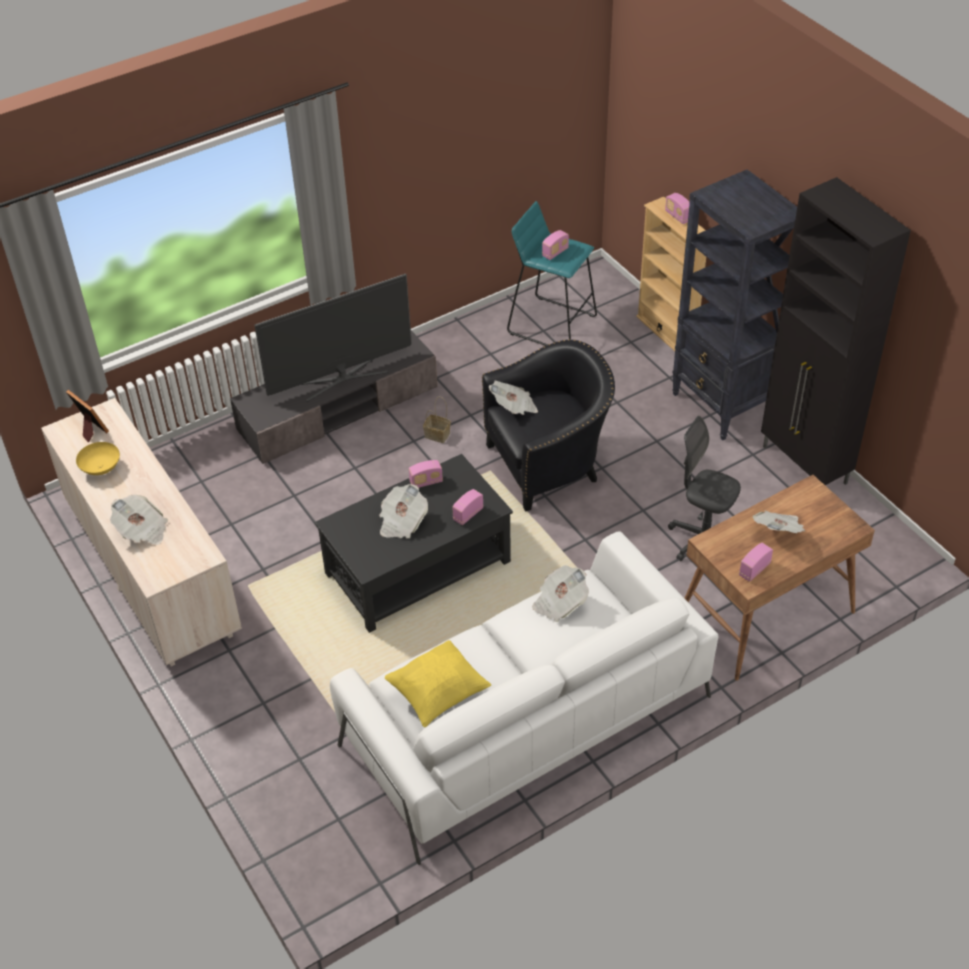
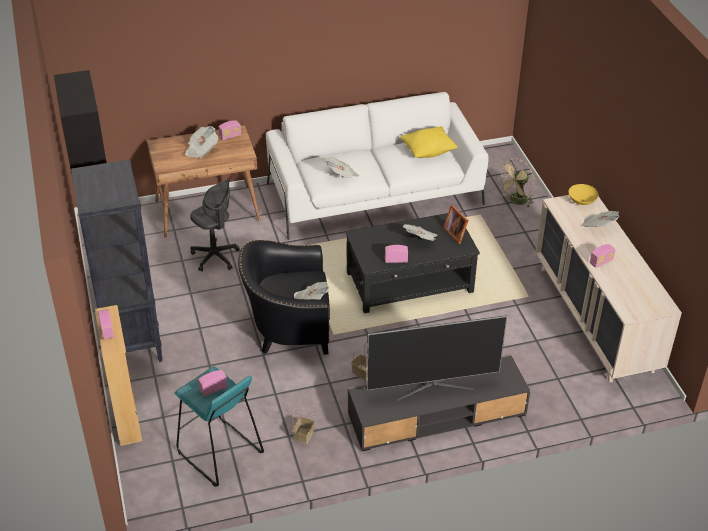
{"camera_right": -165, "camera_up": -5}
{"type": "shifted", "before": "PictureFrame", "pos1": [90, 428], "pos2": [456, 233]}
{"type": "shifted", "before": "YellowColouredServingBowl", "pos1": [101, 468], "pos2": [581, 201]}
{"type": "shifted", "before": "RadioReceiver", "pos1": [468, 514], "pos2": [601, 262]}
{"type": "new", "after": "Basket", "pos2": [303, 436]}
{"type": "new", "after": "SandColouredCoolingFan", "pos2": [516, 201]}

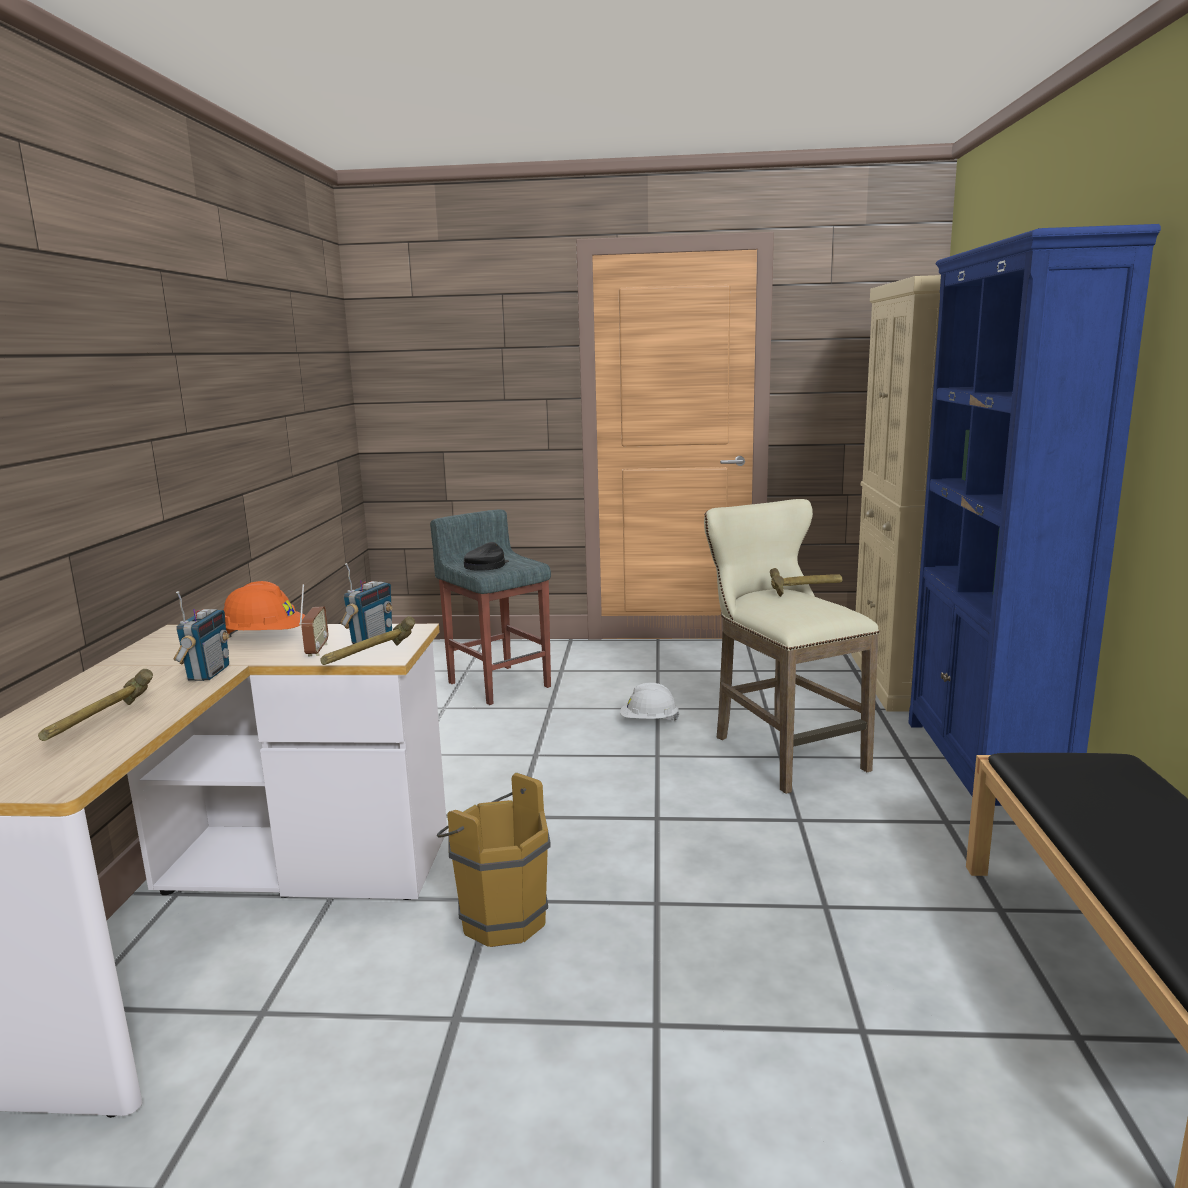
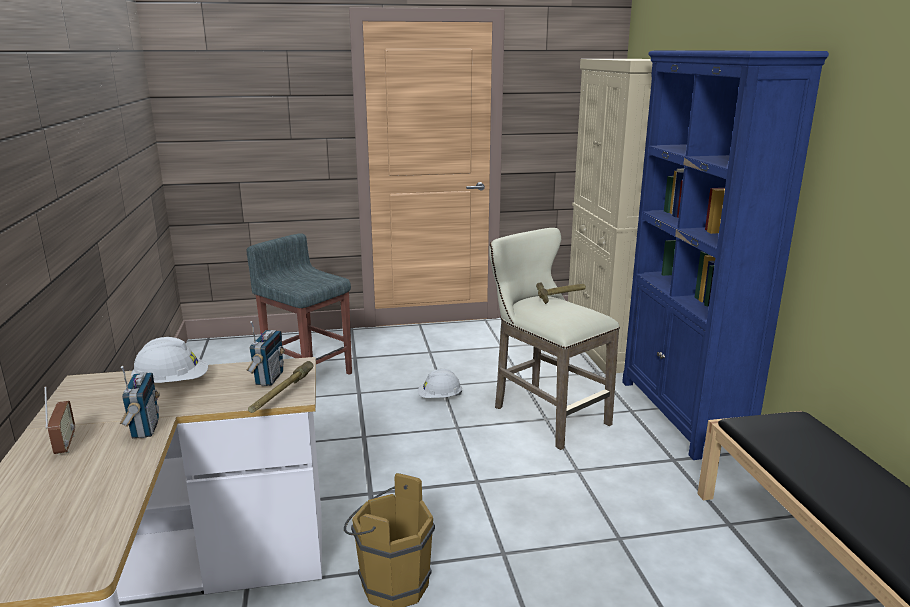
{"camera_right": -15, "camera_up": 5}
{"type": "gone", "before": "Hammer", "pos1": [99, 726]}
{"type": "repainted", "before": "OrangeColouredHardHat", "after": "WhiteColouredHardHat", "pos1": [265, 638], "pos2": [172, 384]}
{"type": "shifted", "before": "RadioReceiver", "pos1": [316, 650], "pos2": [65, 445]}
{"type": "gone", "before": "BlackishBaseballCap", "pos1": [486, 565]}

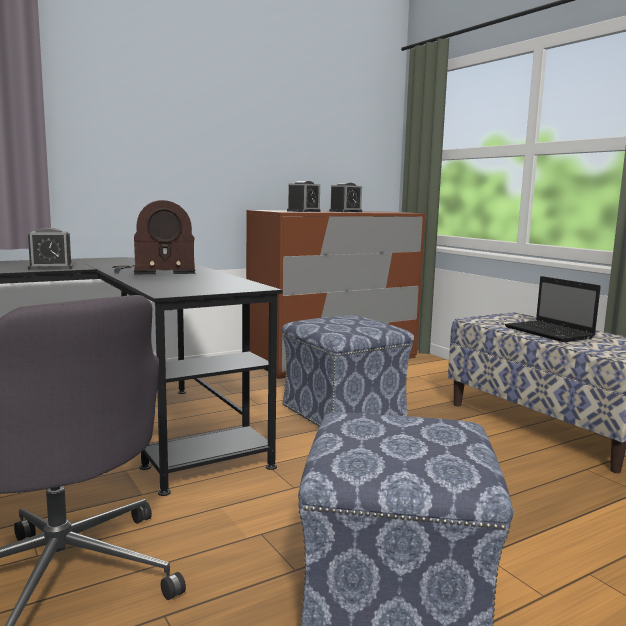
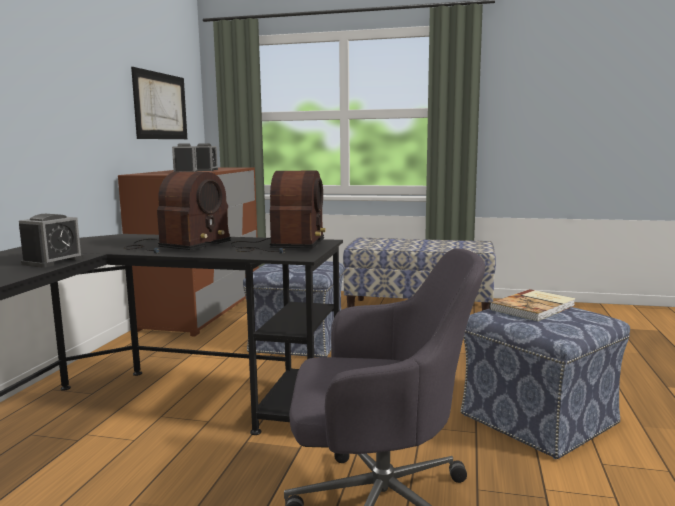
{"camera_right": -45, "camera_up": 0}
{"type": "gone", "before": "NotebookComputer", "pos1": [550, 333]}
{"type": "new", "after": "Picture", "pos2": [161, 106]}
{"type": "new", "after": "RadioReceiver", "pos2": [280, 246]}
{"type": "new", "after": "BoundBook", "pos2": [534, 307]}

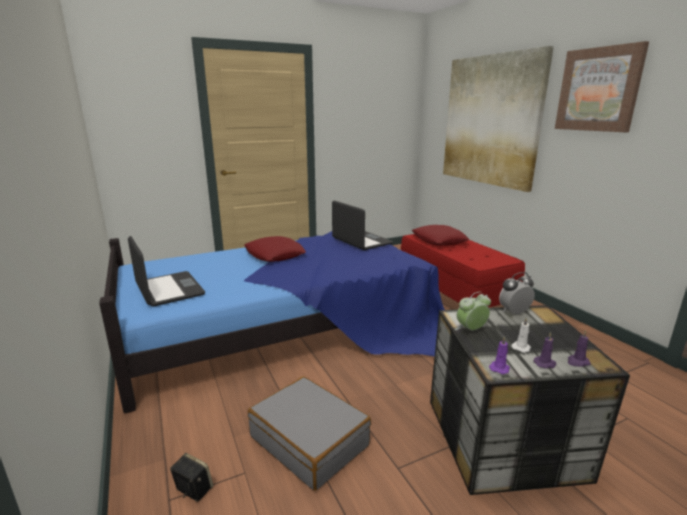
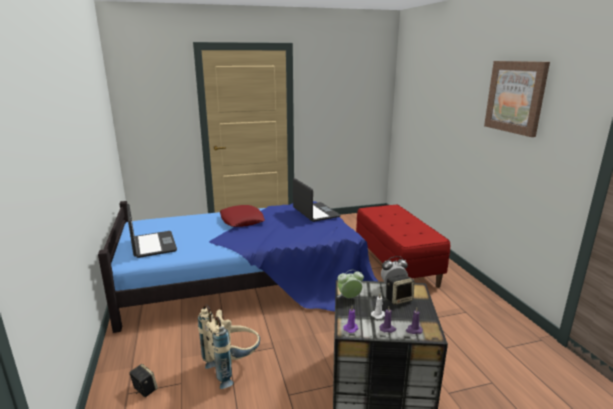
{"camera_right": 10, "camera_up": 0}
{"type": "swapped", "before": "GreySuitcase", "after": "SandColouredBackpack", "pos1": [310, 441], "pos2": [233, 367]}
{"type": "gone", "before": "RedColouredPillow", "pos1": [439, 240]}
{"type": "gone", "before": "Picture", "pos1": [491, 121]}
{"type": "new", "after": "Speaker", "pos2": [399, 299]}

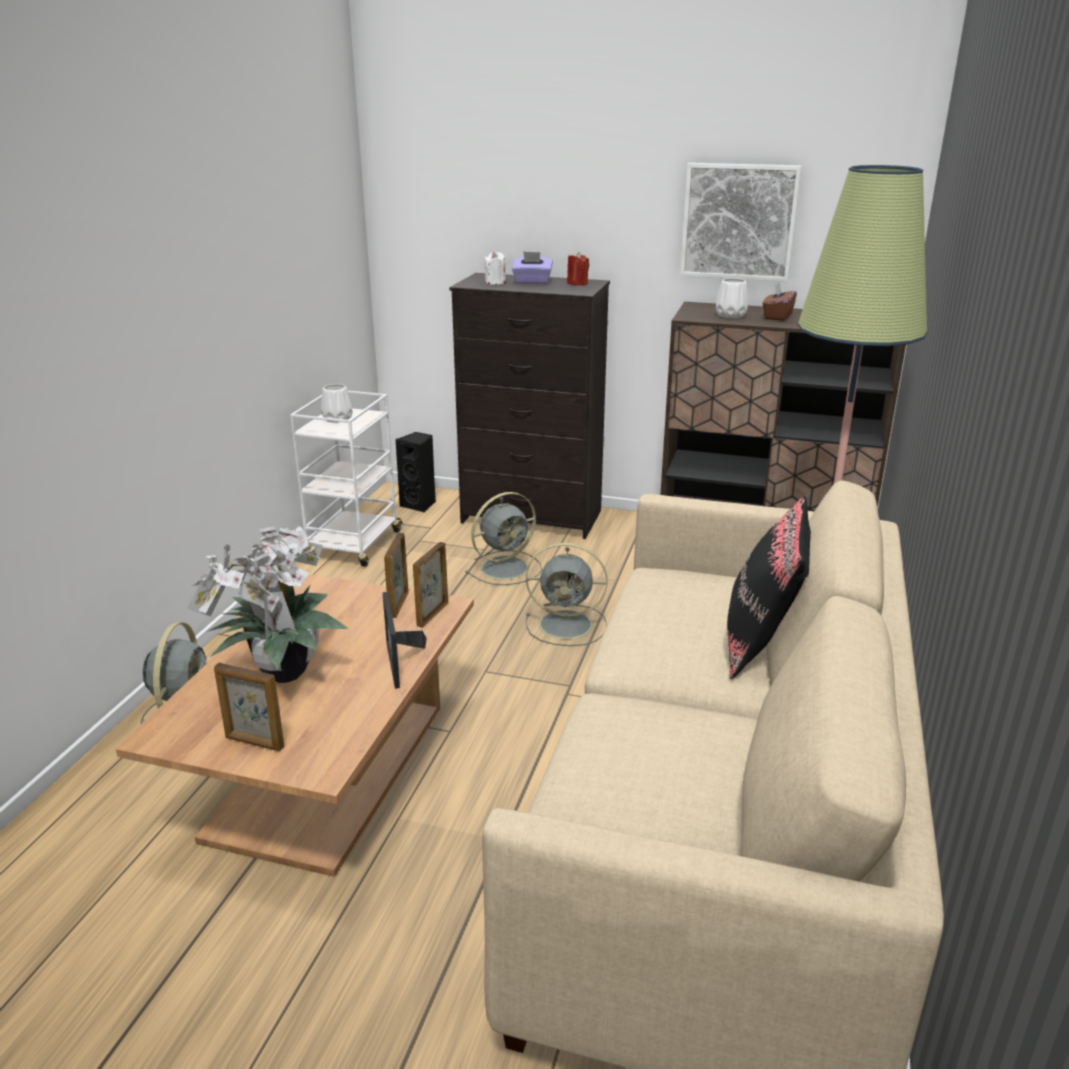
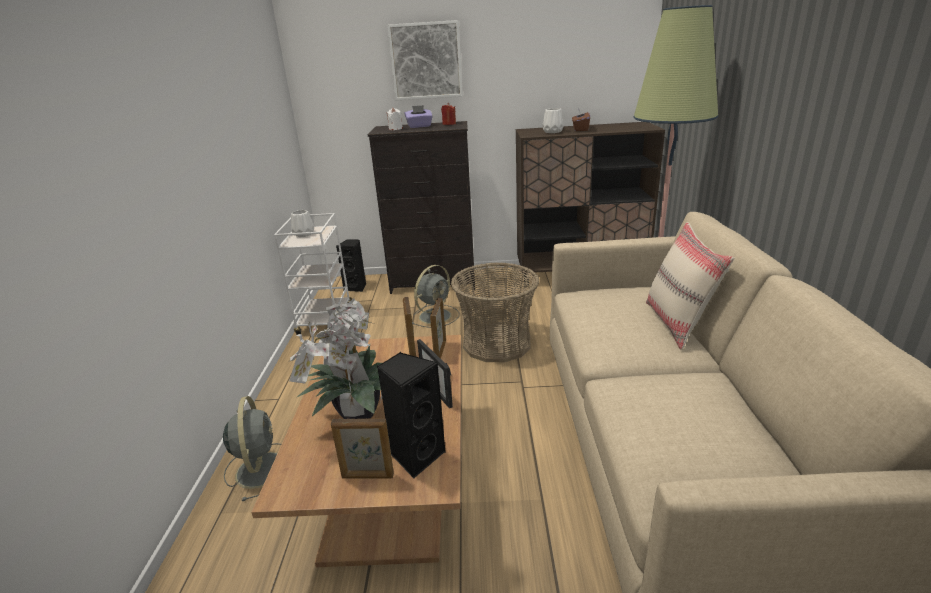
{"camera_right": -15, "camera_up": 0}
{"type": "swapped", "before": "GreyCoolingFan", "after": "Basket", "pos1": [568, 625], "pos2": [497, 343]}
{"type": "shifted", "before": "Picture", "pos1": [738, 222], "pos2": [426, 61]}
{"type": "repainted", "before": "BlackishPillow", "after": "SandColouredPillow", "pos1": [760, 643], "pos2": [678, 323]}
{"type": "new", "after": "BlackishSpeaker", "pos2": [416, 456]}

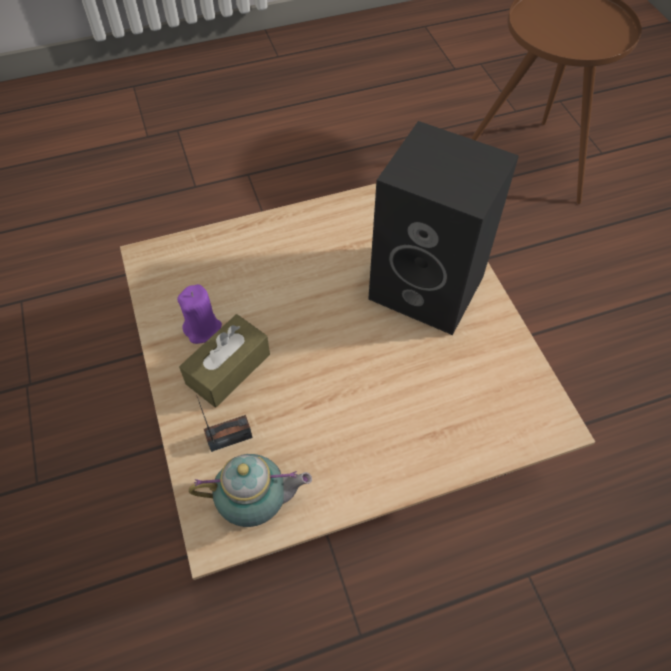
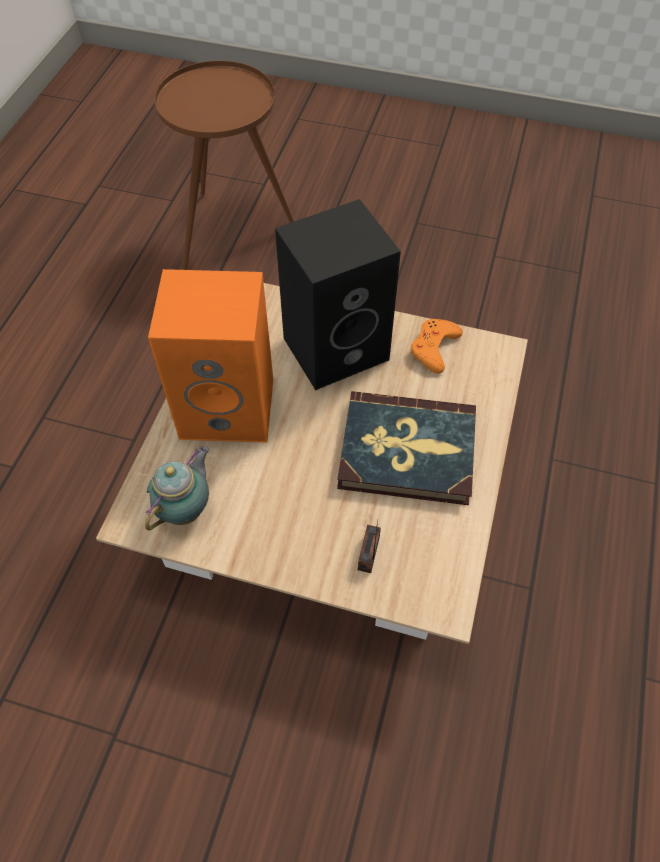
{"camera_right": -55, "camera_up": 0}
{"type": "gone", "before": "PurpleCandle", "pos1": [203, 328]}
{"type": "gone", "before": "BrownTissueHolder", "pos1": [228, 369]}
{"type": "shifted", "before": "Teapot", "pos1": [257, 505], "pos2": [186, 509]}
{"type": "new", "after": "OrangeColouredSpeaker", "pos2": [230, 407]}
{"type": "new", "after": "BoundBook", "pos2": [407, 451]}
{"type": "new", "after": "OrangeColouredGamepad", "pos2": [434, 348]}

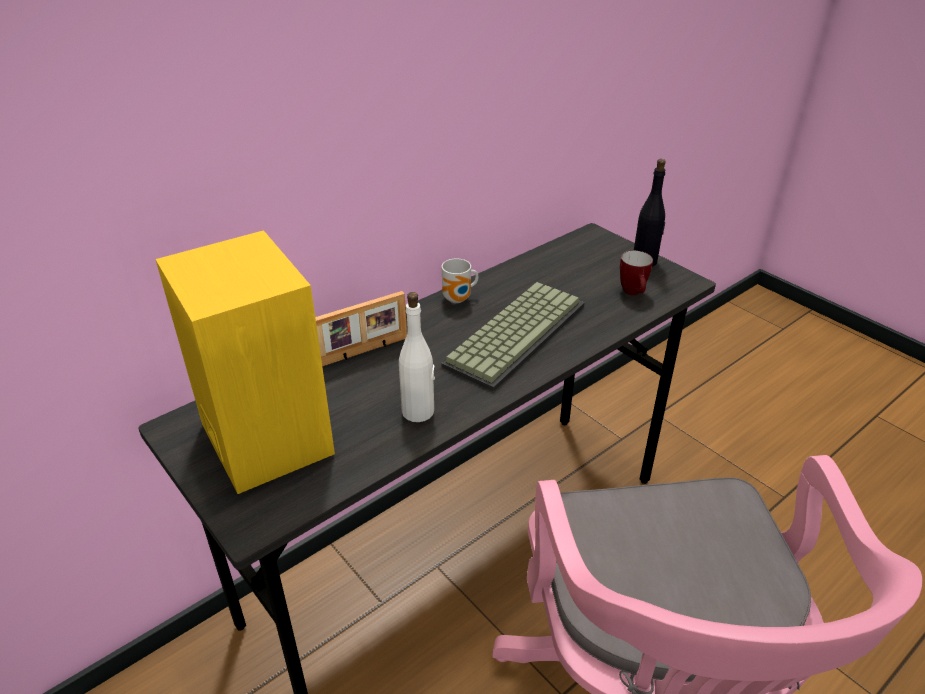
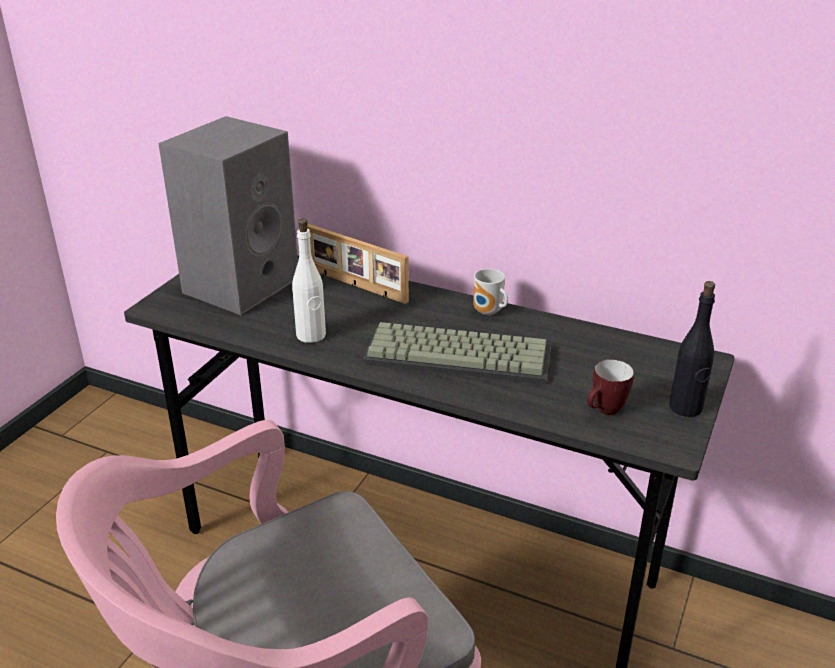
{"camera_right": 65, "camera_up": -5}
{"type": "repainted", "before": "YellowColouredSpeaker", "after": "GreySpeaker", "pos1": [263, 438], "pos2": [241, 283]}

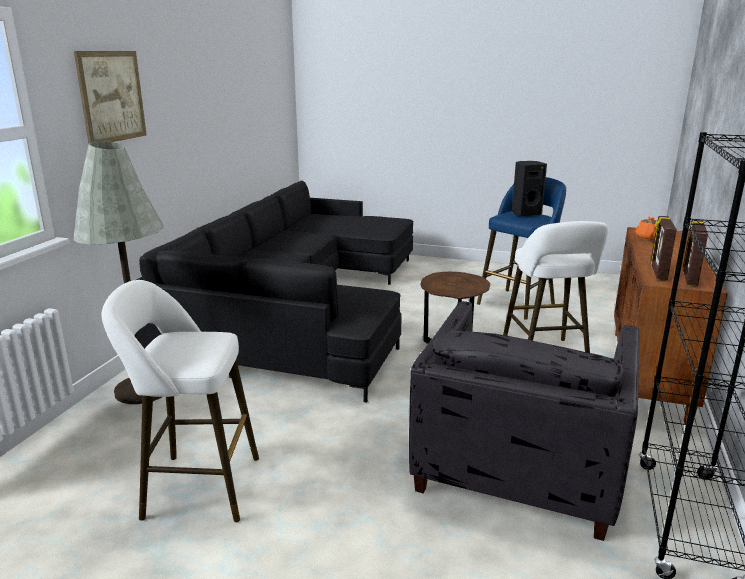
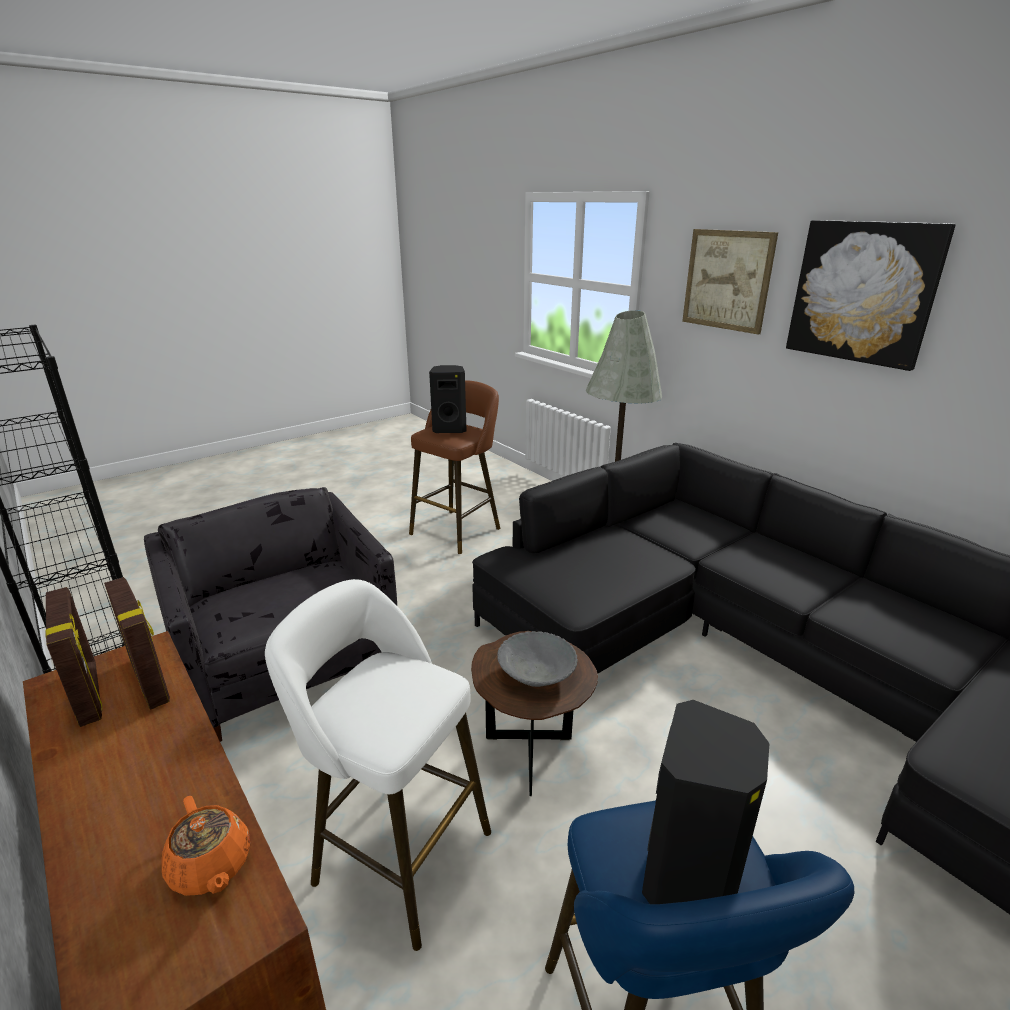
{"camera_right": 125, "camera_up": 5}
{"type": "repainted", "before": "WhiteColouredSittingStool", "after": "BrownSittingStool", "pos1": [195, 487], "pos2": [458, 529]}
{"type": "new", "after": "BlackishSpeaker", "pos2": [450, 429]}
{"type": "new", "after": "GreyServingBowl", "pos2": [537, 674]}
{"type": "new", "after": "Picture", "pos2": [863, 292]}

